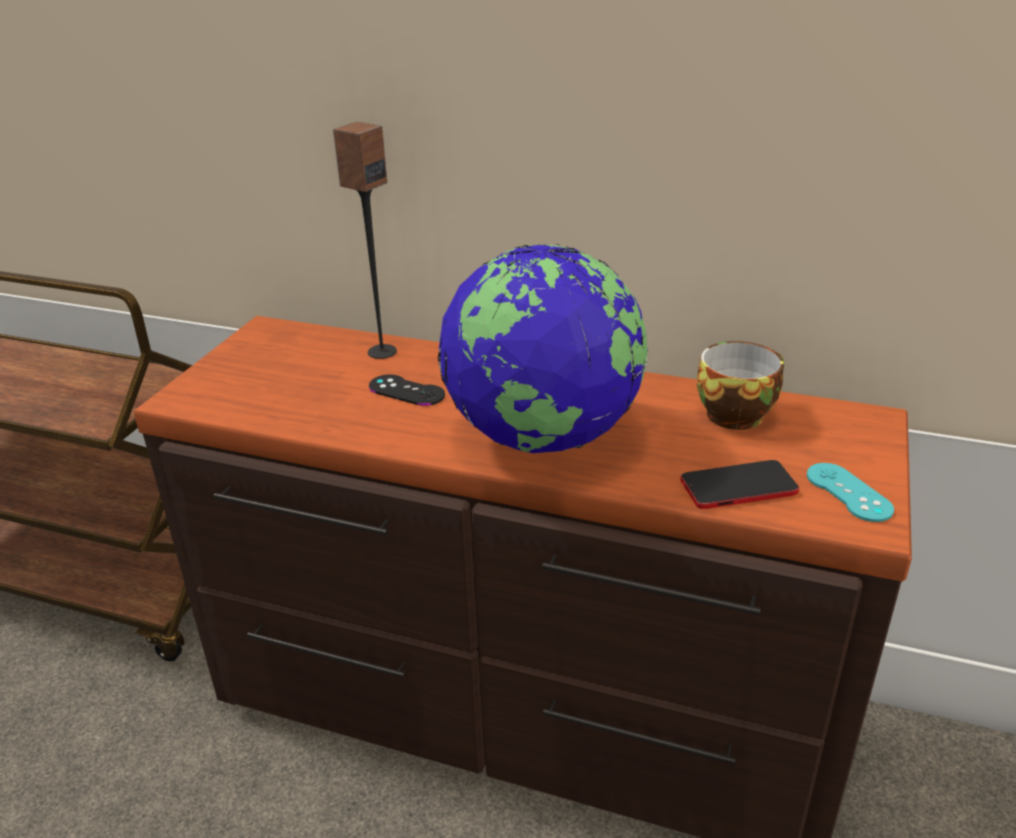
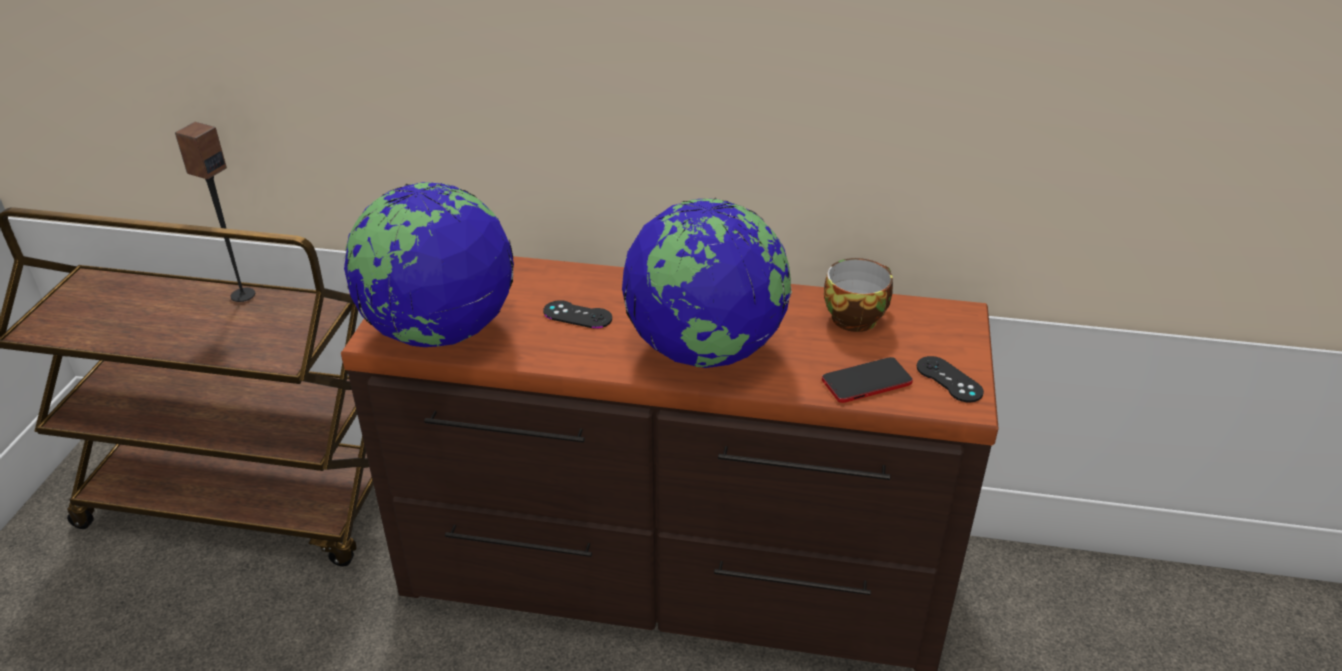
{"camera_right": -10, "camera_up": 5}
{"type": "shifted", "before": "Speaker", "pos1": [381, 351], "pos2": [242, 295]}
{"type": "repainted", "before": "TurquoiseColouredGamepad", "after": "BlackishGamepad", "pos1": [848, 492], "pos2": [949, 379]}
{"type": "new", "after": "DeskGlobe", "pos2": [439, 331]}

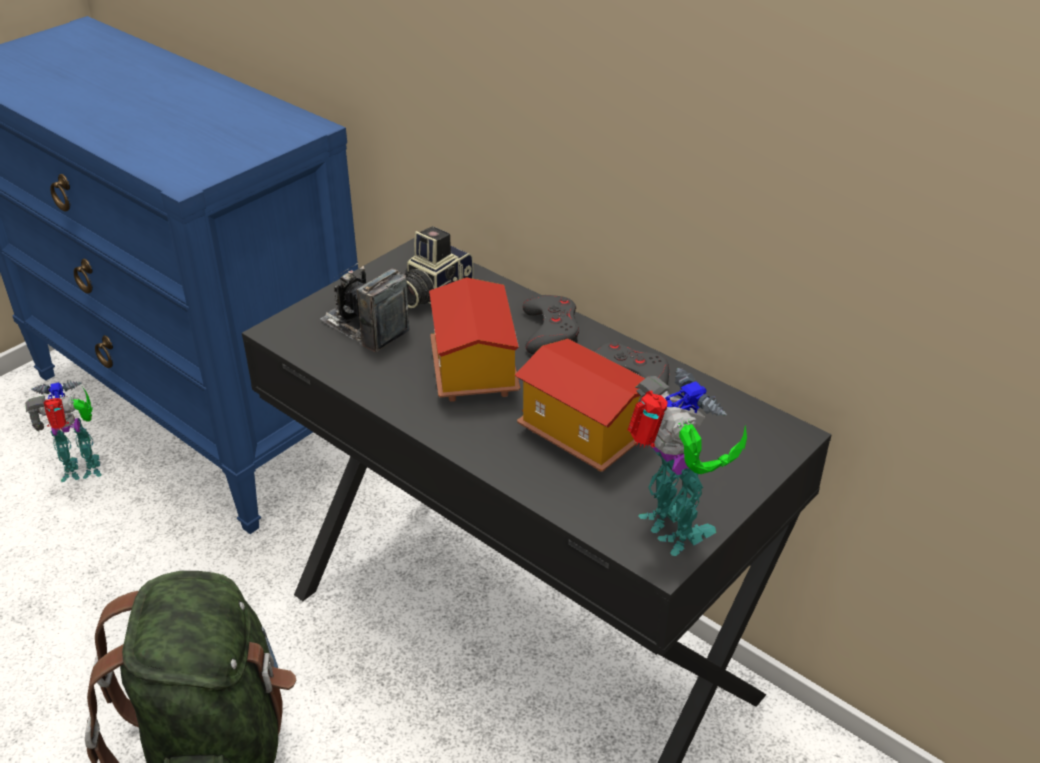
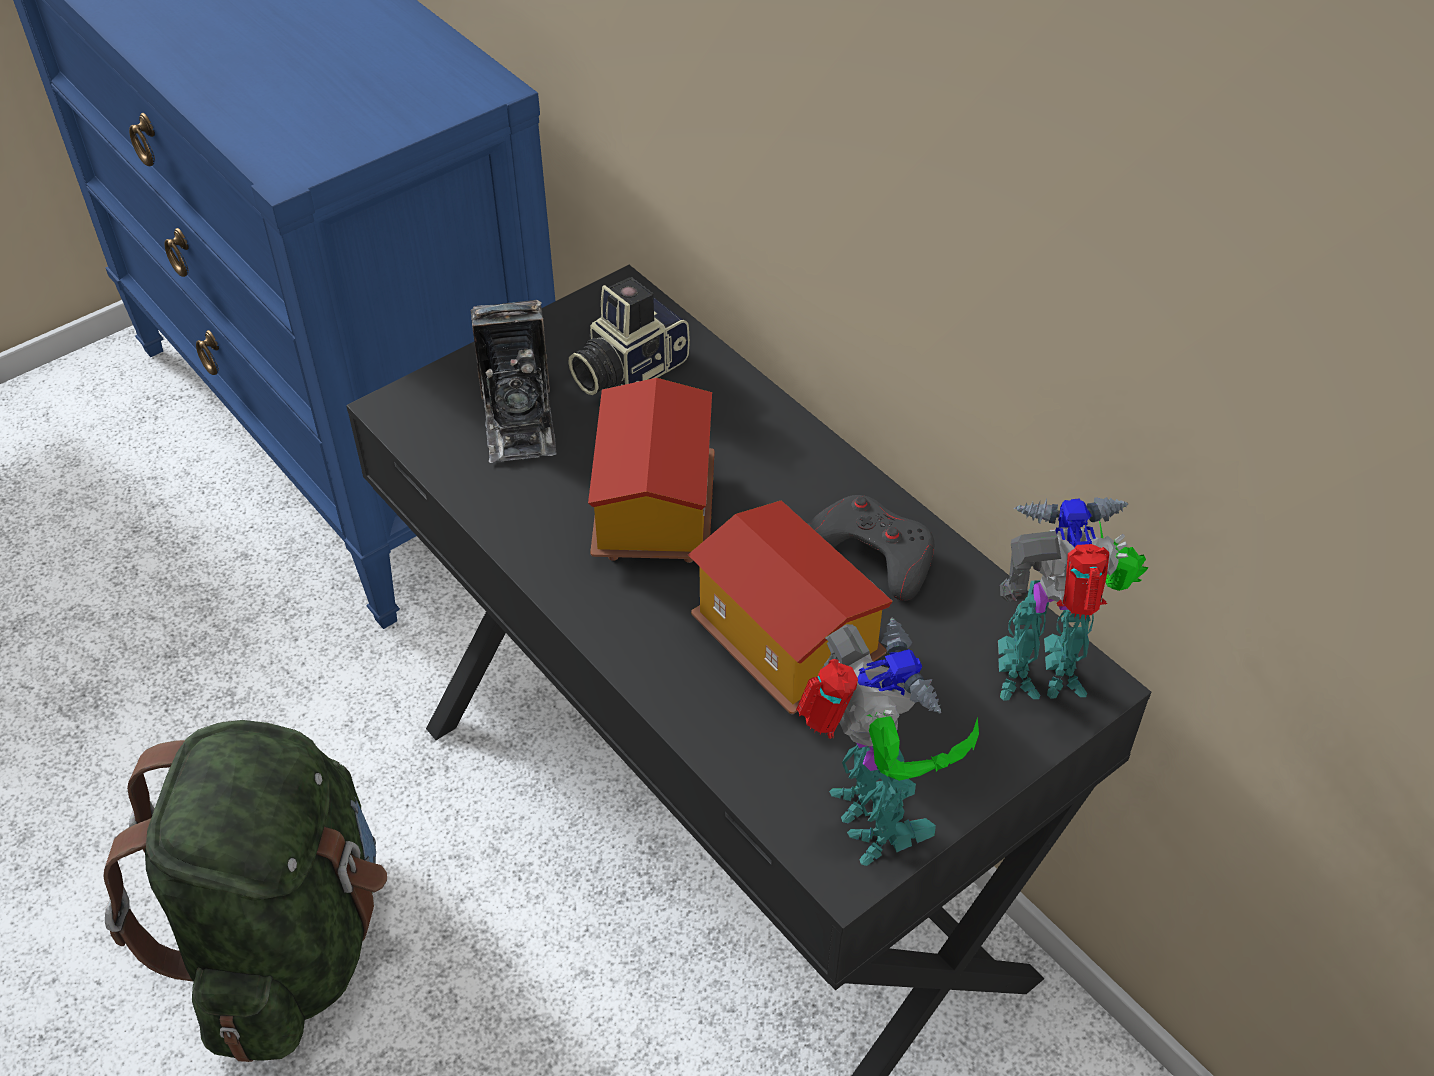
{"camera_right": 10, "camera_up": 10}
{"type": "shifted", "before": "ModelRobot", "pos1": [84, 471], "pos2": [1044, 678]}
{"type": "rotated", "before": "StillCamera", "pos1": [365, 327], "pos2": [518, 417], "turn": -150}
{"type": "gone", "before": "GreyGamepad", "pos1": [550, 330]}

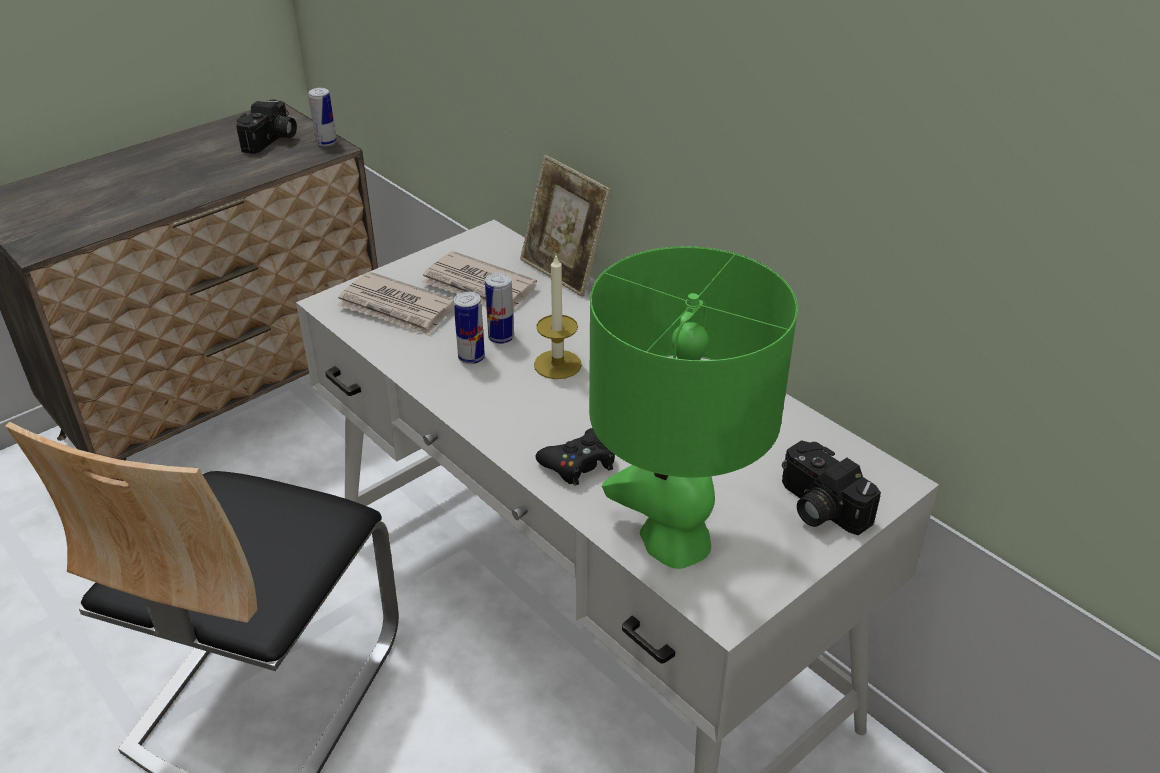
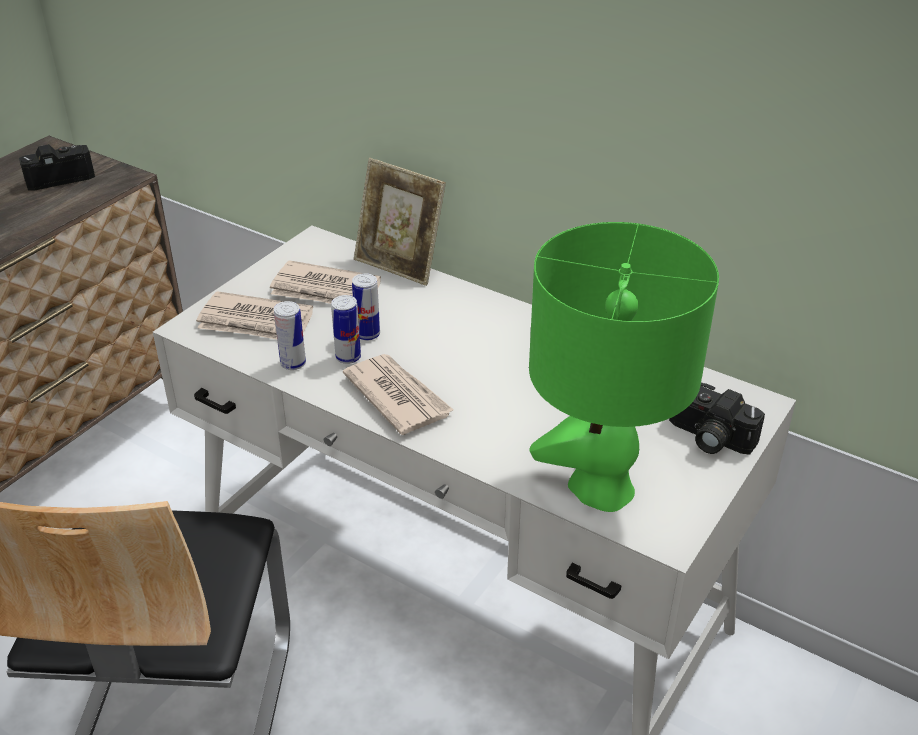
{"camera_right": -15, "camera_up": 0}
{"type": "rotated", "before": "StillCamera", "pos1": [272, 140], "pos2": [59, 176], "turn": -120}
{"type": "shifted", "before": "MetalCan", "pos1": [326, 142], "pos2": [293, 363]}
{"type": "gone", "before": "Candle", "pos1": [557, 364]}
{"type": "gone", "before": "BlackishGamepad", "pos1": [579, 463]}
{"type": "new", "after": "PrintedPaper", "pos2": [397, 396]}

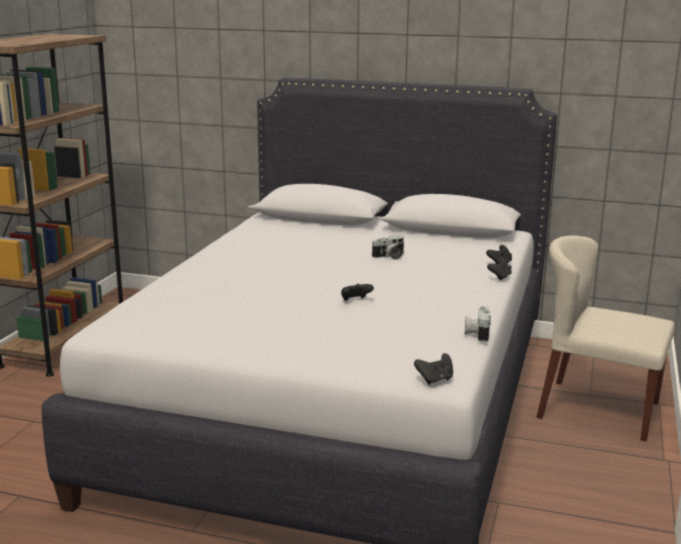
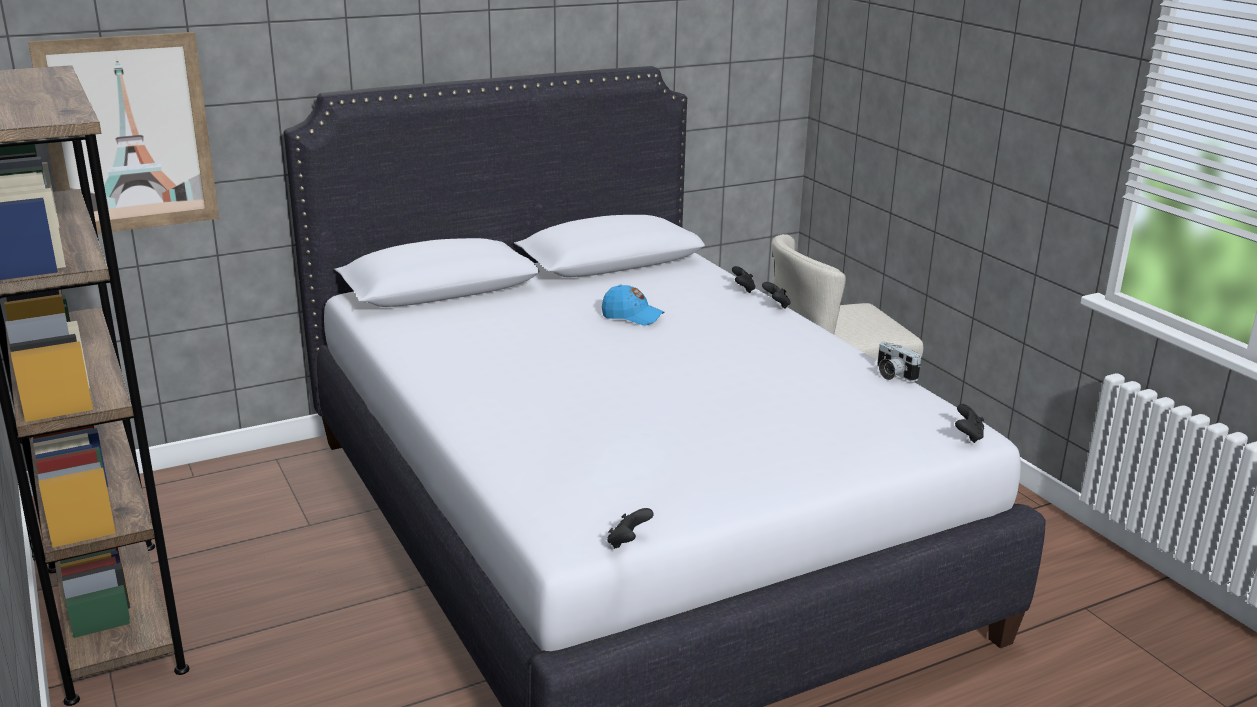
{"camera_right": -45, "camera_up": 5}
{"type": "shifted", "before": "BlackishGamepad", "pos1": [355, 301], "pos2": [628, 542]}
{"type": "swapped", "before": "StillCamera", "after": "BlueColouredBaseballCap", "pos1": [389, 257], "pos2": [632, 317]}
{"type": "new", "after": "Picture", "pos2": [128, 134]}

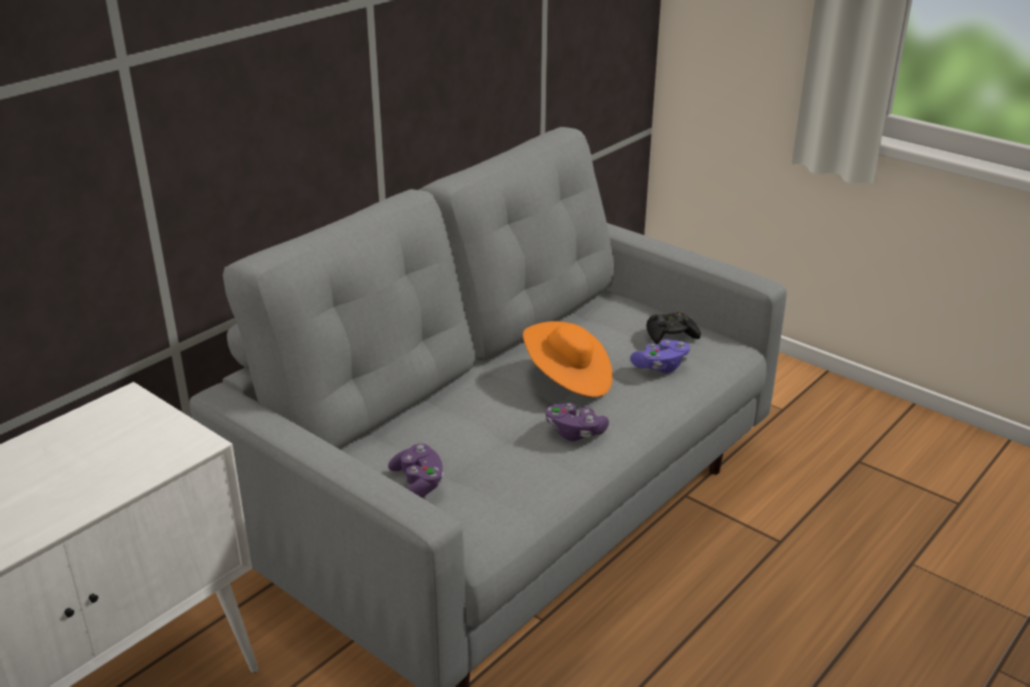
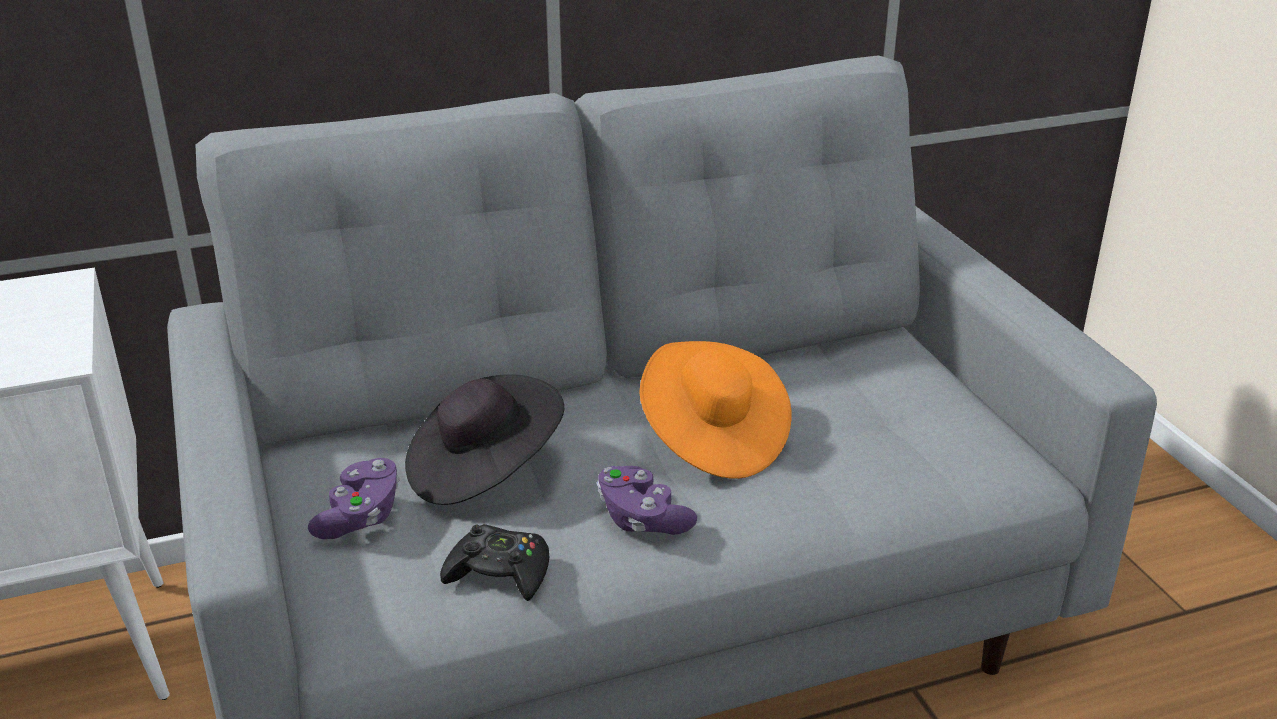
{"camera_right": 30, "camera_up": 0}
{"type": "gone", "before": "PurpleGamepad", "pos1": [661, 366]}
{"type": "shifted", "before": "BlackishGamepad", "pos1": [671, 334], "pos2": [499, 573]}
{"type": "new", "after": "BlackishWearableHat", "pos2": [483, 470]}

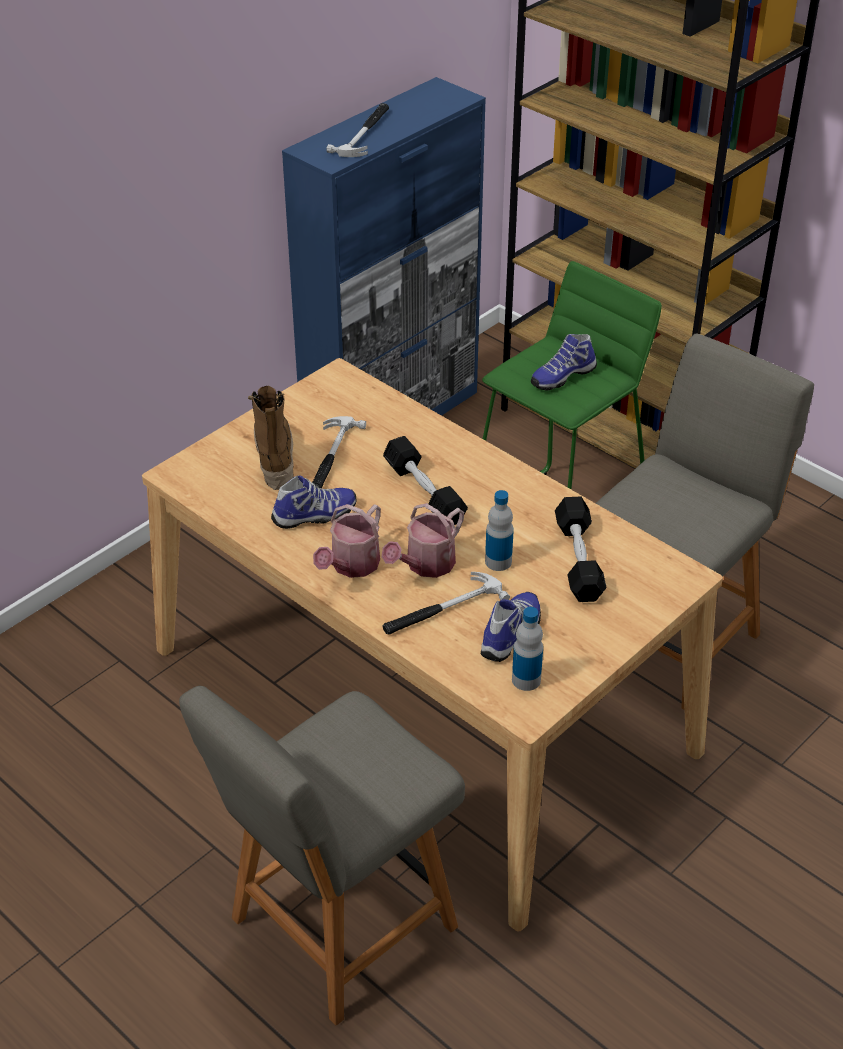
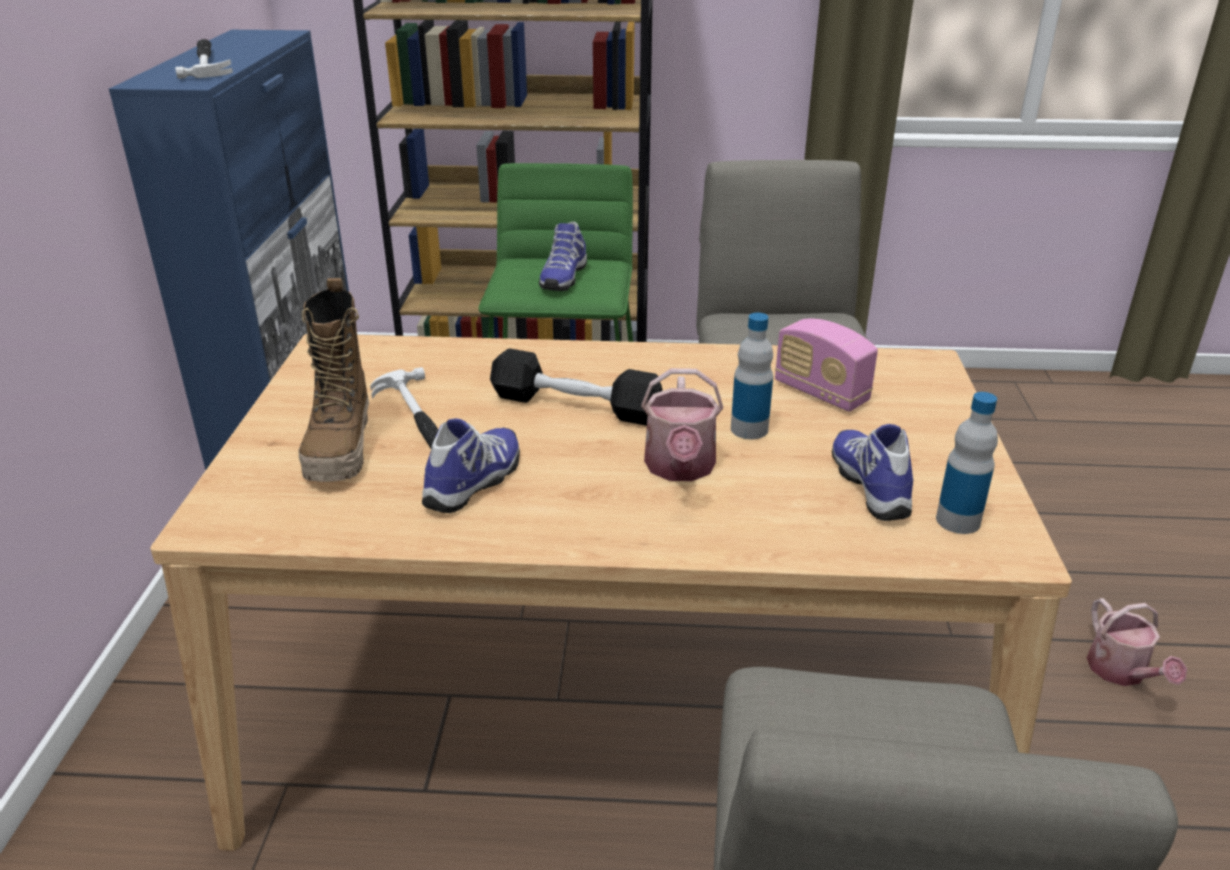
{"camera_right": -40, "camera_up": -10}
{"type": "rotated", "before": "TallBoot", "pos1": [274, 458], "pos2": [341, 449], "turn": -135}
{"type": "shifted", "before": "SprinklingCan", "pos1": [351, 566], "pos2": [1121, 672]}
{"type": "gone", "before": "Hammer", "pos1": [442, 609]}
{"type": "swapped", "before": "BlackishDumbbell", "after": "RadioReceiver", "pos1": [578, 560], "pos2": [821, 393]}

